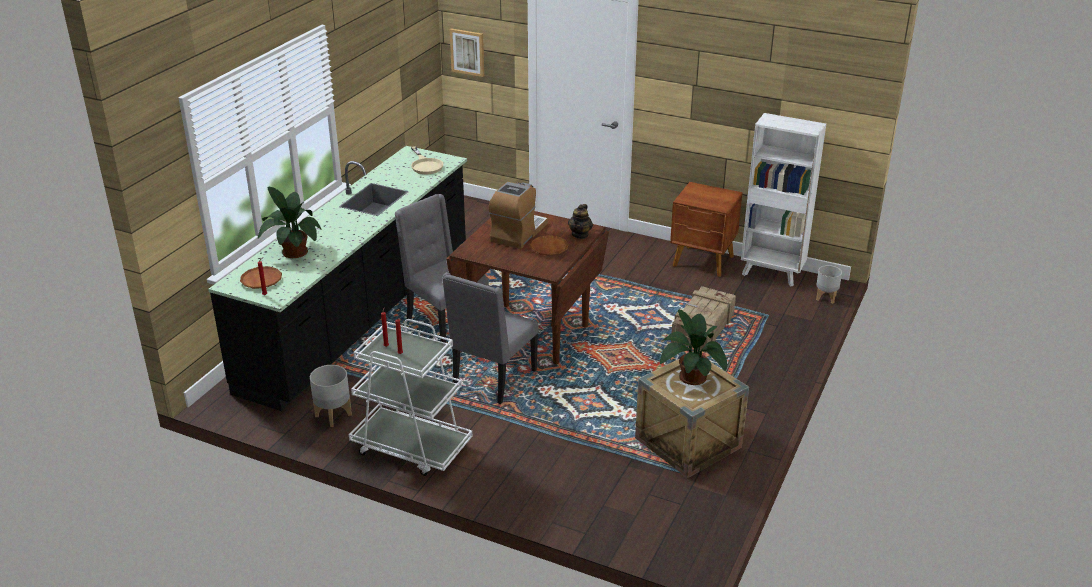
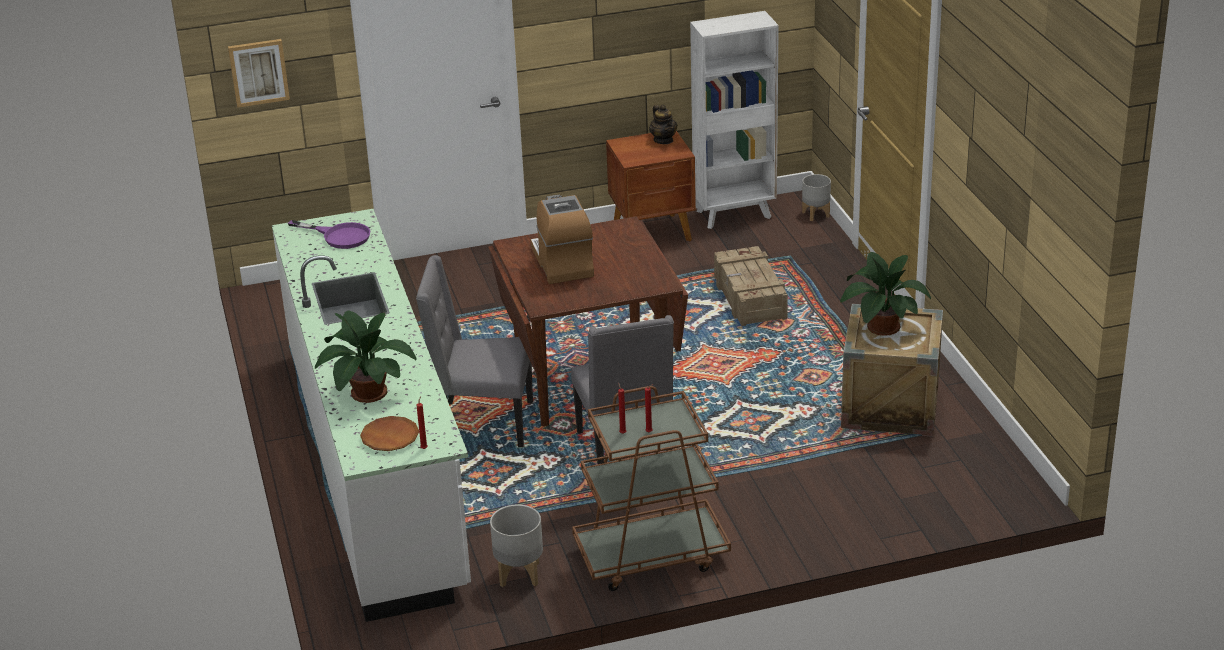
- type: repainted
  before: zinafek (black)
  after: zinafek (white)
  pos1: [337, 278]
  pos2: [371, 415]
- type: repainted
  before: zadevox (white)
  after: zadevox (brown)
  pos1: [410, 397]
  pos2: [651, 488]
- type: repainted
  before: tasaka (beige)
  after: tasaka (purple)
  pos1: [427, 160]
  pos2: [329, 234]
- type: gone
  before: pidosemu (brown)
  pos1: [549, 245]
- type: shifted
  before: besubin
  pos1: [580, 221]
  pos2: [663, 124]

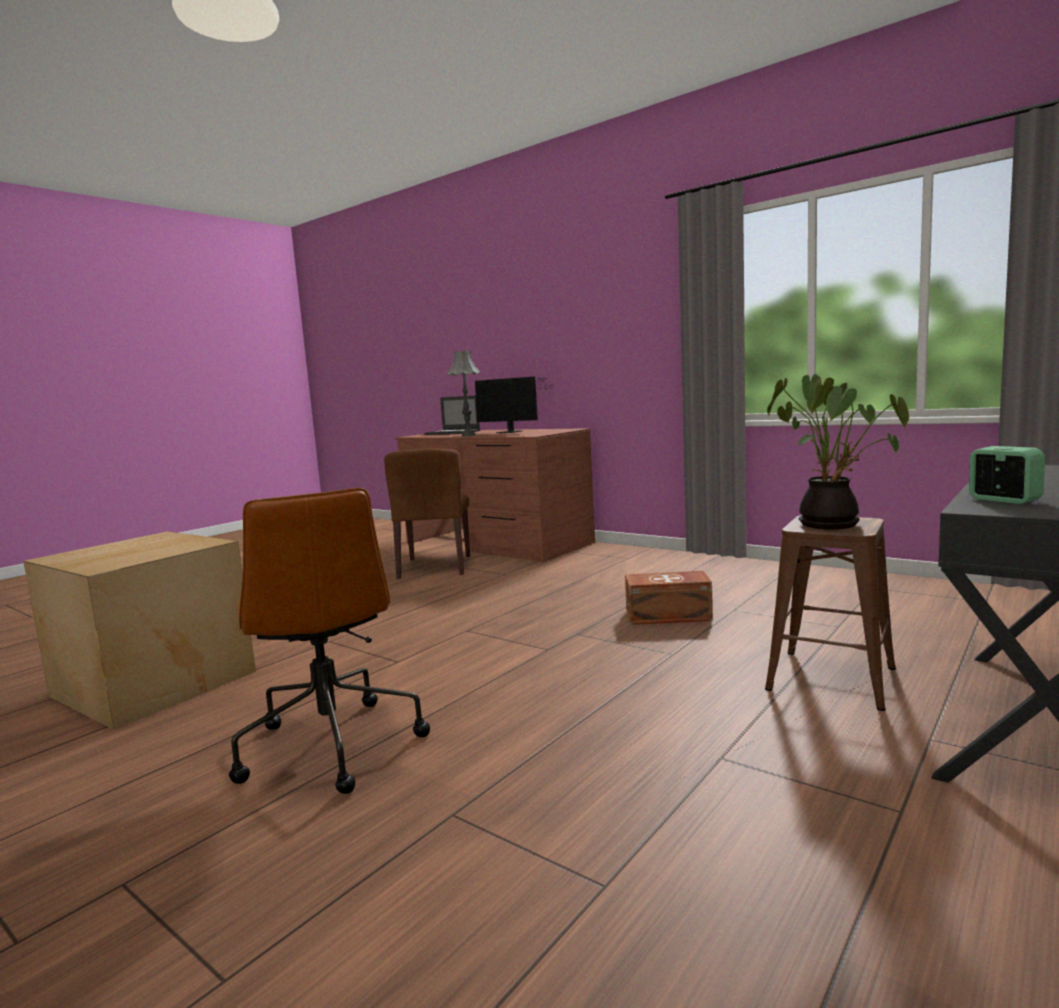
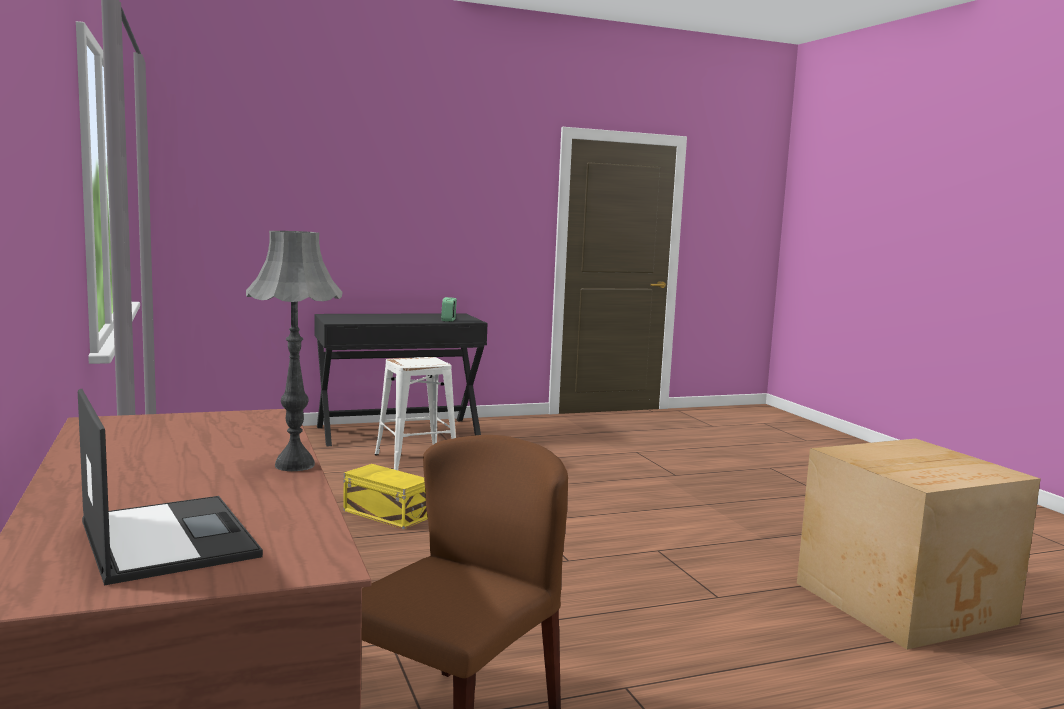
- type: gone
  before: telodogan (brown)
  pos1: [329, 641]
- type: gone
  before: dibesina
  pos1: [515, 404]
- type: repainted
  before: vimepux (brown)
  after: vimepux (yellow)
  pos1: [669, 598]
  pos2: [385, 496]
- type: repainted
  before: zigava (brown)
  after: zigava (white)
  pos1: [830, 613]
  pos2: [415, 413]
- type: gone
  before: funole
  pos1: [838, 452]

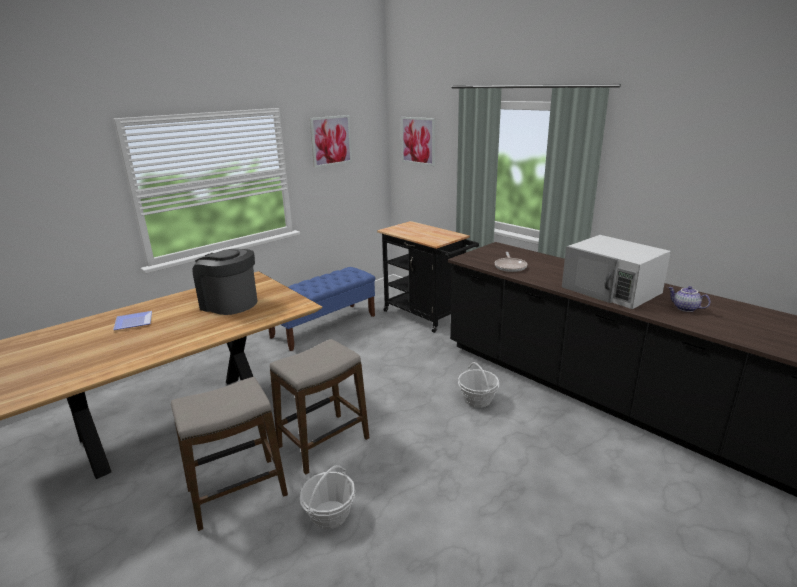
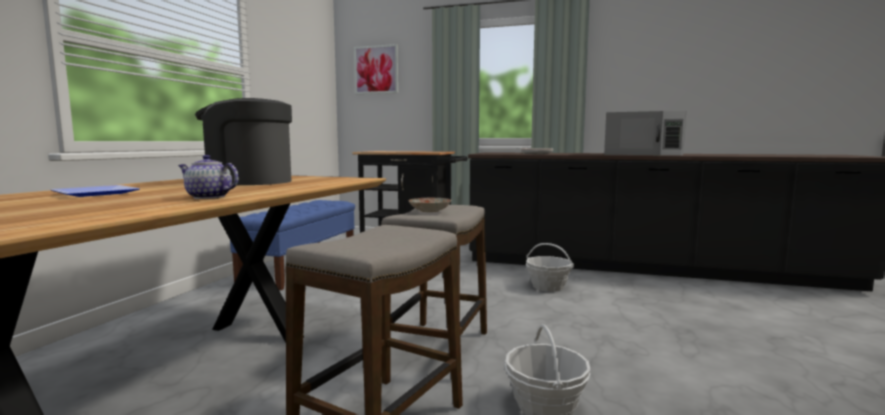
- type: gone
  before: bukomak
  pos1: [331, 141]
- type: shifted
  before: besubin
  pos1: [689, 299]
  pos2: [208, 177]
- type: new
  after: pidosemu
  pos2: [430, 205]

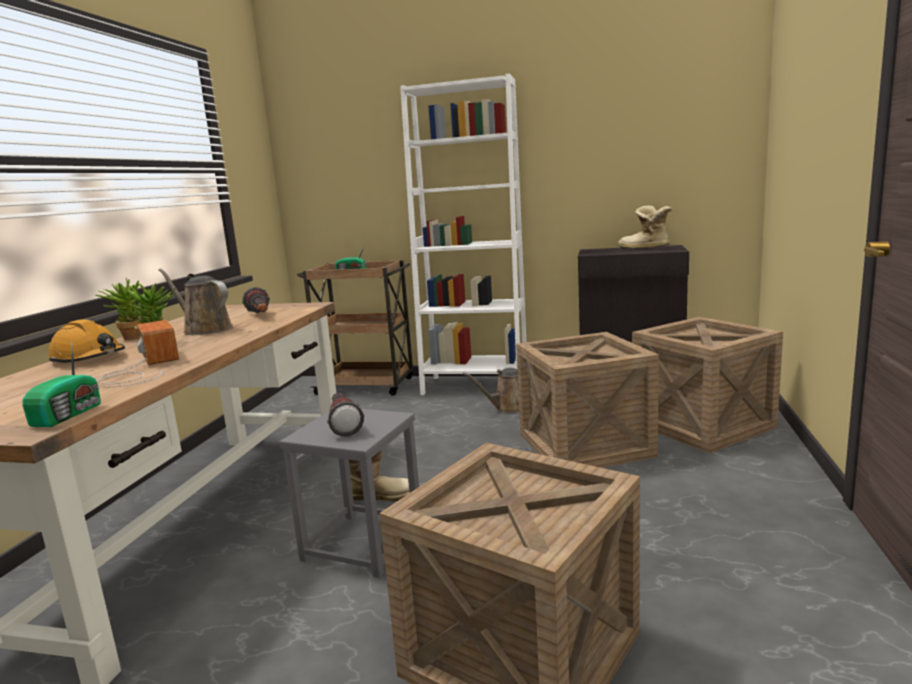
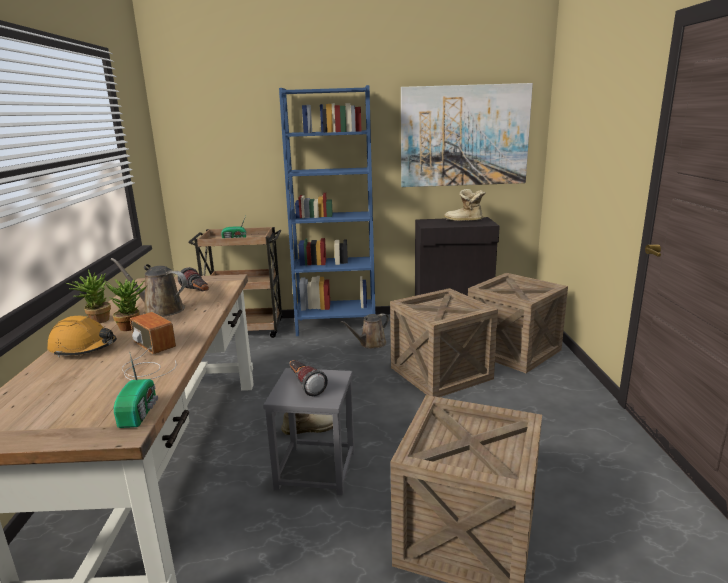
- type: repainted
  before: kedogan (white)
  after: kedogan (blue)
  pos1: [463, 234]
  pos2: [327, 210]
- type: new
  after: bukomak
  pos2: [467, 135]

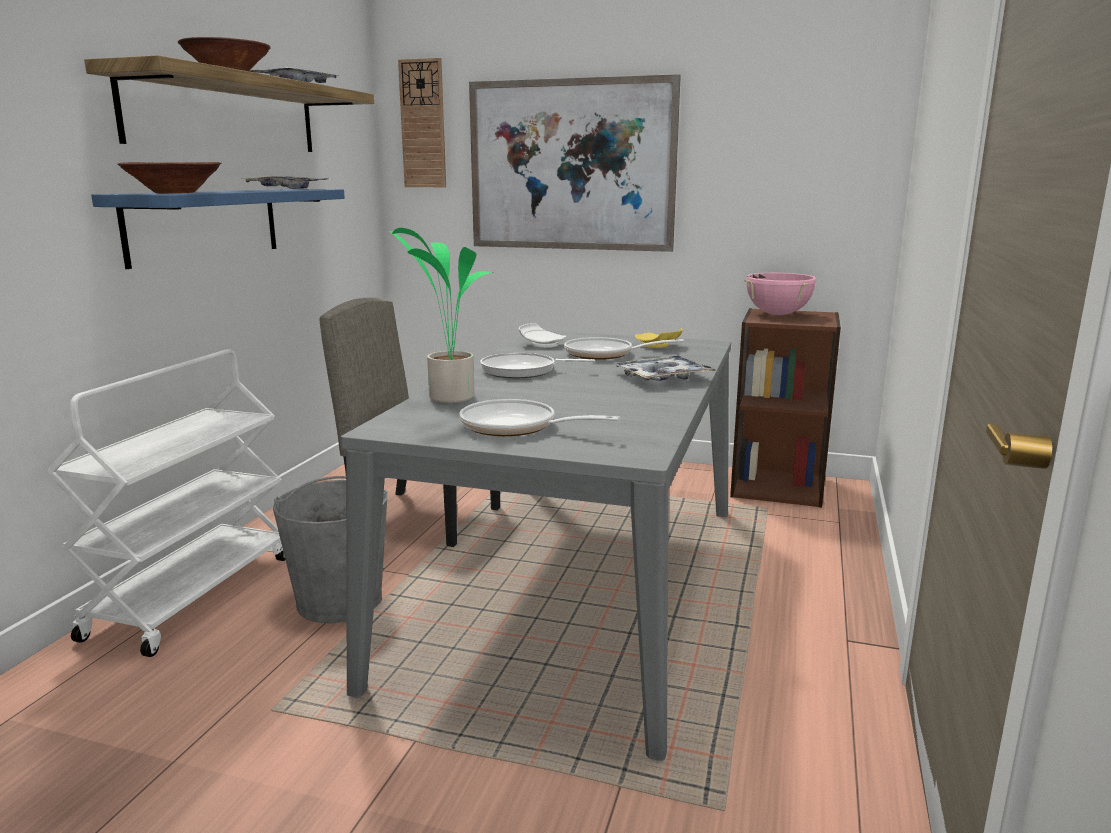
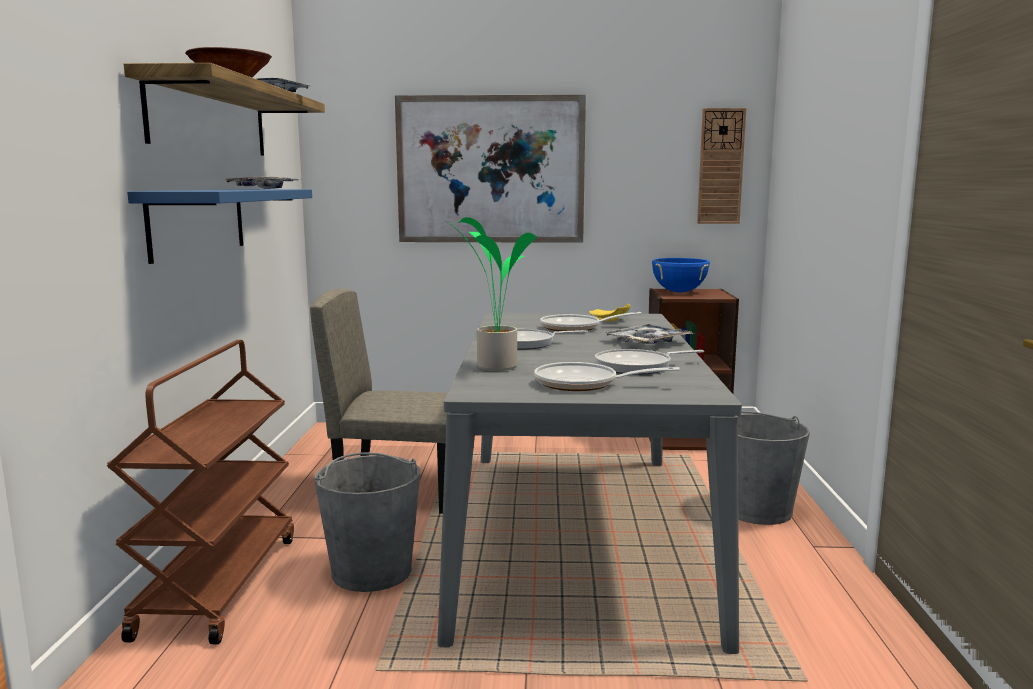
- type: repainted
  before: zadevox (white)
  after: zadevox (brown)
  pos1: [165, 503]
  pos2: [200, 492]
- type: gone
  before: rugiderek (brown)
  pos1: [169, 177]
- type: shifted
  before: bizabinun
  pos1: [422, 122]
  pos2: [721, 166]
- type: gone
  before: pidosemu (white)
  pos1: [542, 335]
- type: repainted
  before: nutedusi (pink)
  after: nutedusi (blue)
  pos1: [780, 294]
  pos2: [681, 275]
- type: new
  after: tasaka
  pos2: [649, 362]
- type: new
  after: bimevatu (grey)
  pos2: [774, 468]

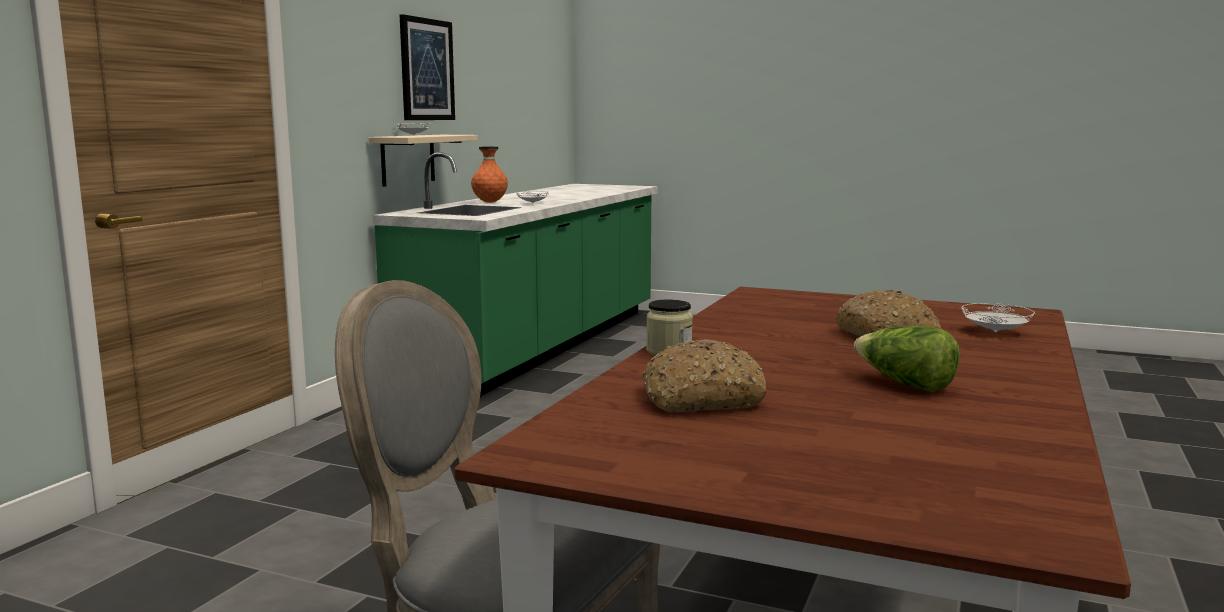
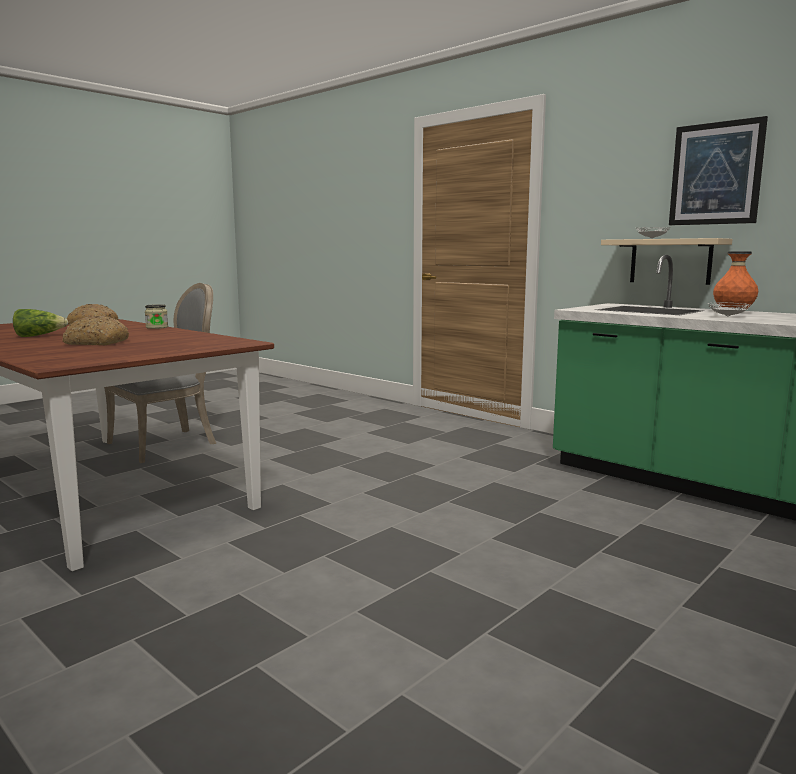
- type: gone
  before: pidosemu (white)
  pos1: [998, 317]

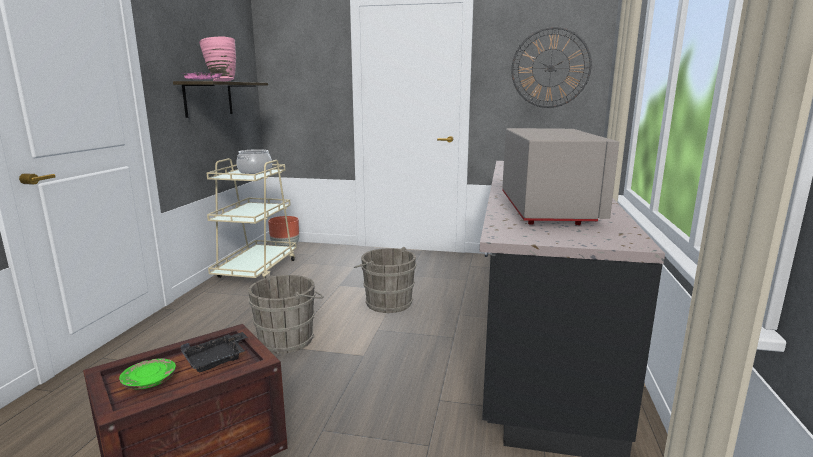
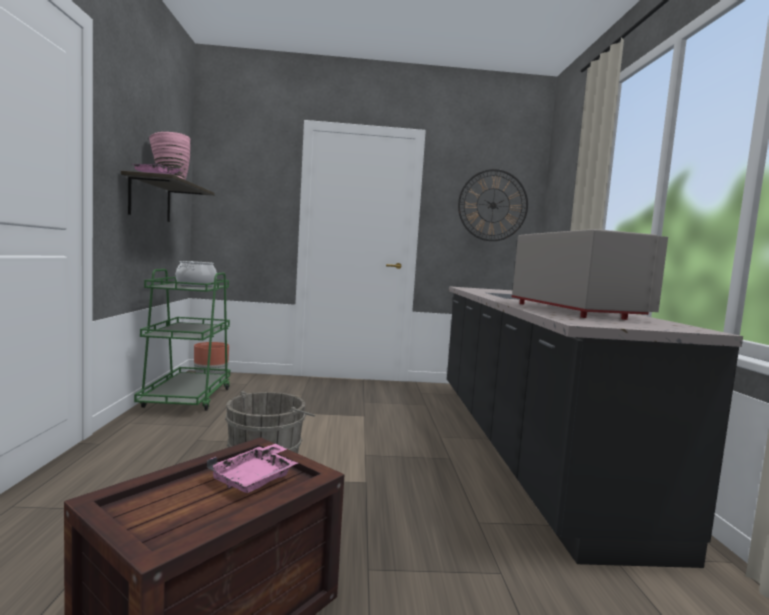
- type: gone
  before: pidosemu (green)
  pos1: [147, 373]
- type: repainted
  before: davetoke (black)
  after: davetoke (pink)
  pos1: [214, 352]
  pos2: [252, 468]
- type: repainted
  before: zadevox (beige)
  after: zadevox (green)
  pos1: [252, 218]
  pos2: [182, 340]
- type: gone
  before: bimevatu (grey)
  pos1: [385, 280]

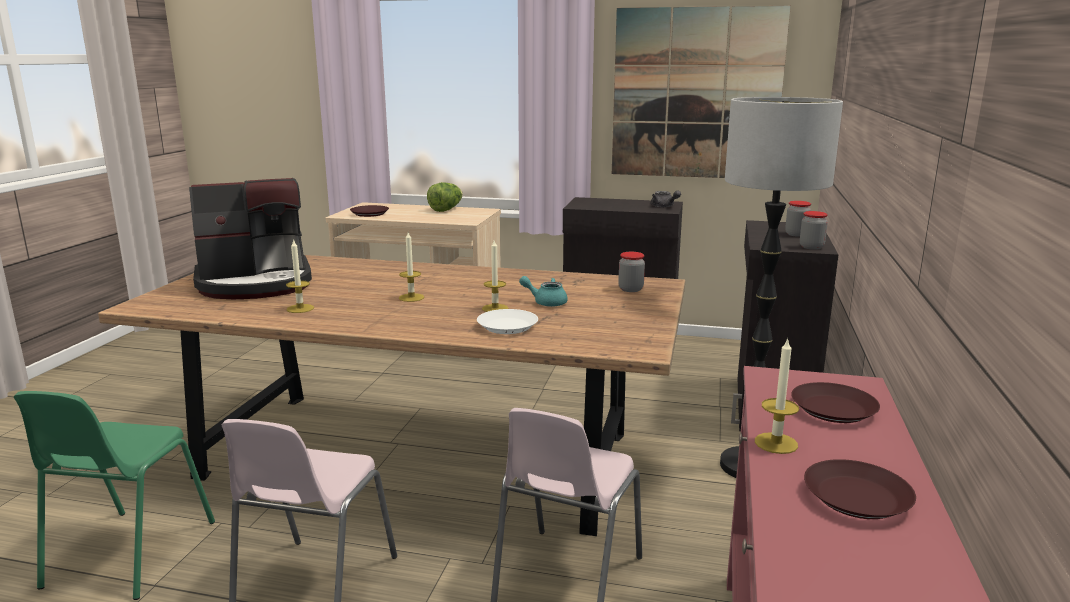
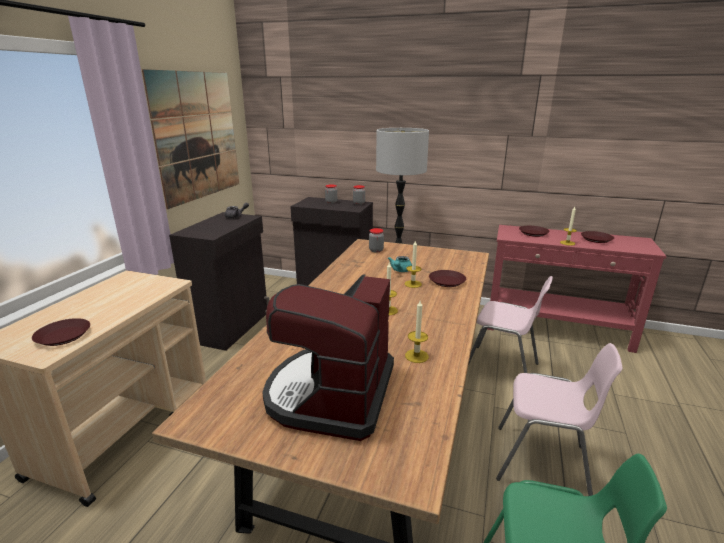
- type: rotated
  before: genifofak
  pos1: [250, 238]
  pos2: [328, 357]
  turn: -150
- type: gone
  before: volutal
  pos1: [445, 197]
- type: repainted
  before: pidosemu (white)
  after: pidosemu (brown)
  pos1: [507, 321]
  pos2: [447, 278]

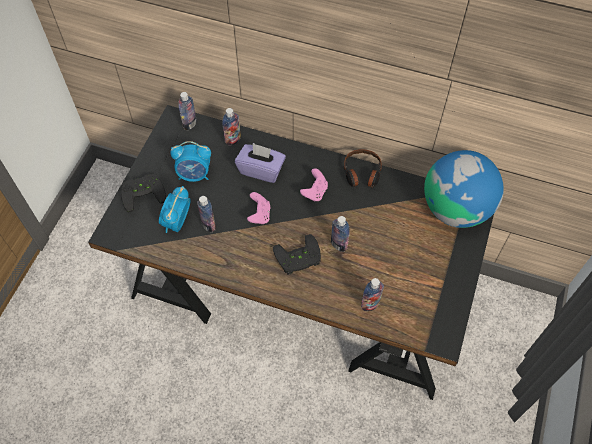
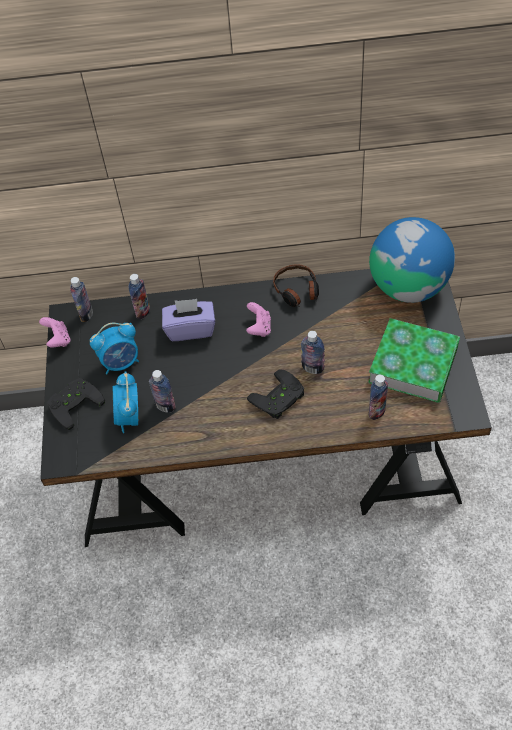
- type: shifted
  before: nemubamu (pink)
  pos1: [259, 208]
  pos2: [55, 332]
- type: new
  after: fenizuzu
  pos2: [414, 360]

